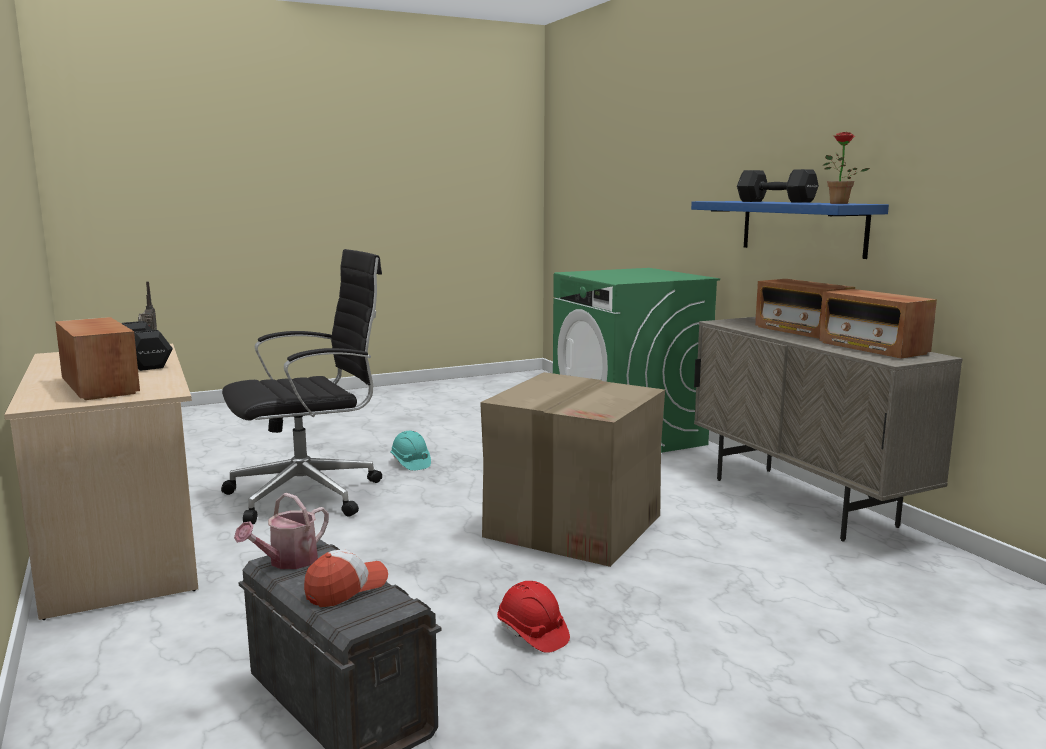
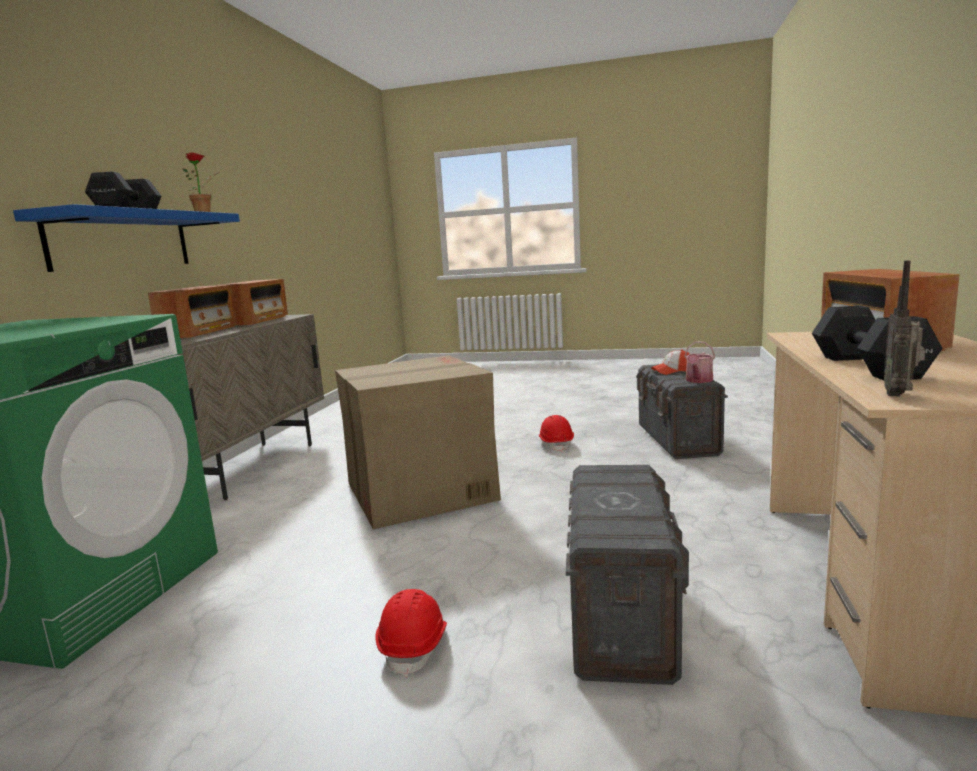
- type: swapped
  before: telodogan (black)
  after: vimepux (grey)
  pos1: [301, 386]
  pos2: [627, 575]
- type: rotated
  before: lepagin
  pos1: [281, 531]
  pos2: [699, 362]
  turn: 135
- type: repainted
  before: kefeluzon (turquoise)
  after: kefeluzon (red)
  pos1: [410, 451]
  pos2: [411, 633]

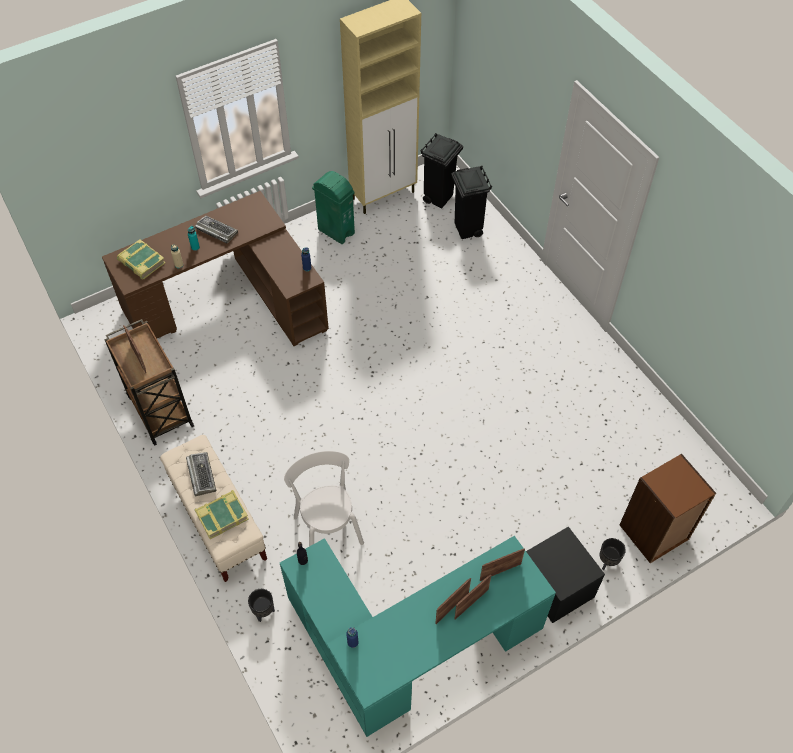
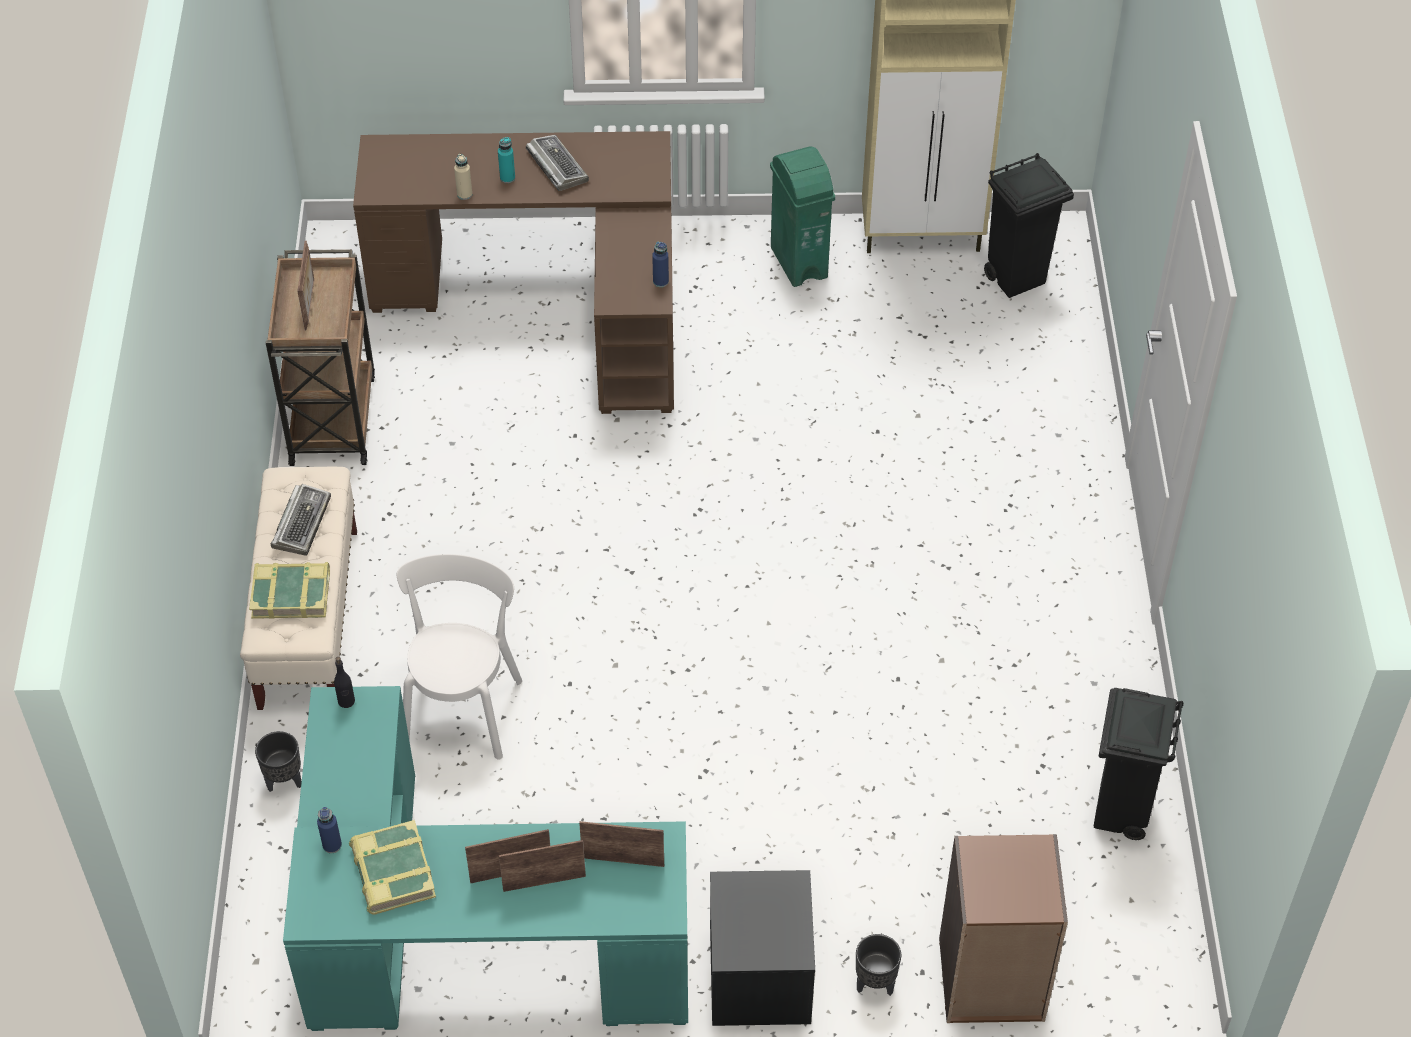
- type: shifted
  before: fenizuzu
  pos1: [141, 259]
  pos2: [392, 867]
- type: shifted
  before: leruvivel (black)
  pos1: [471, 202]
  pos2: [1139, 764]

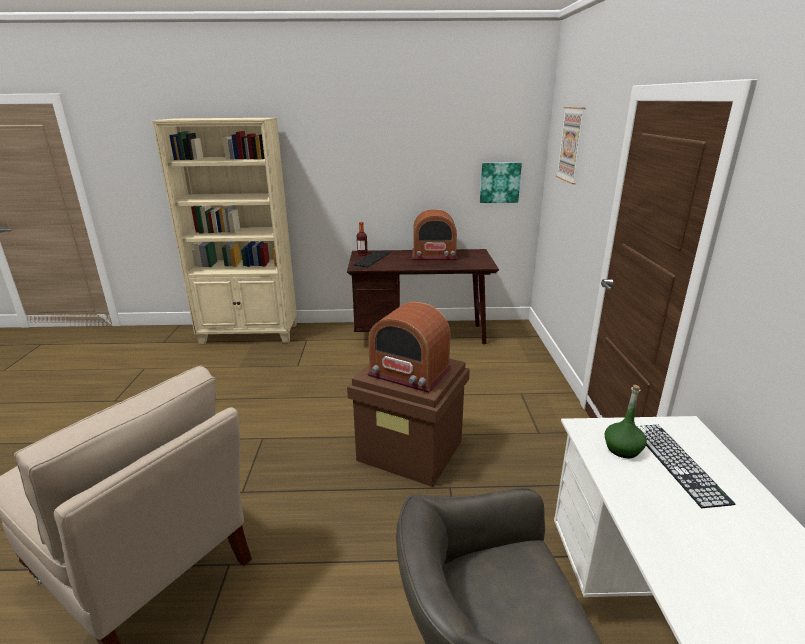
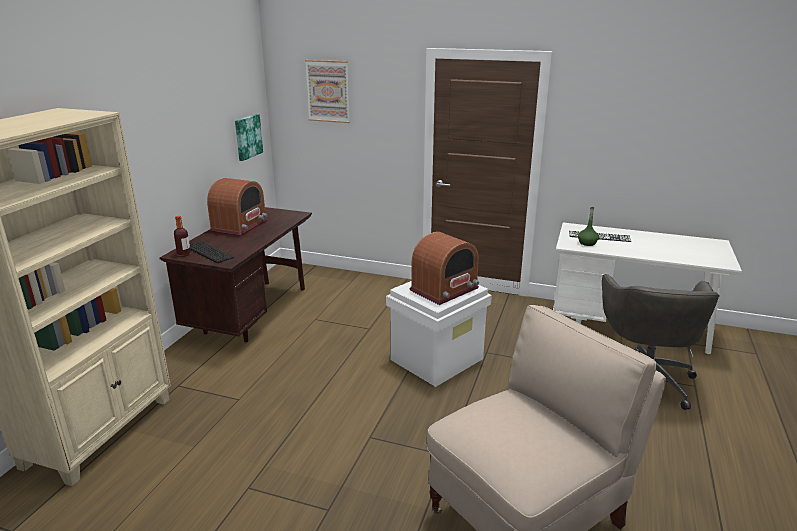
- type: repainted
  before: vimepux (brown)
  after: vimepux (white)
  pos1: [408, 423]
  pos2: [439, 334]

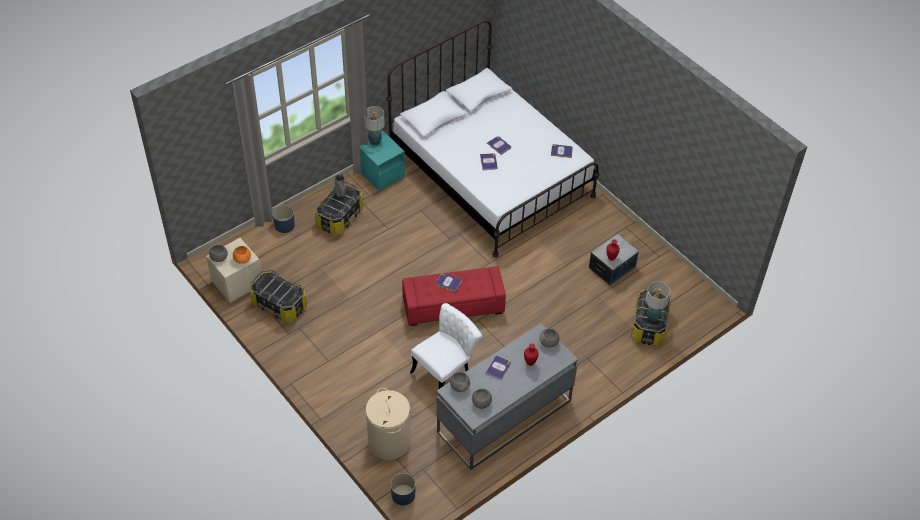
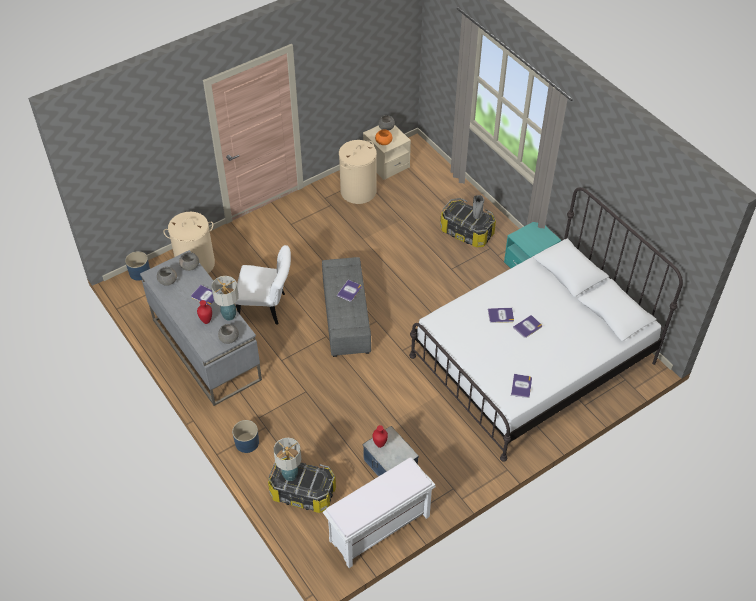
- type: swapped
  before: vimepux
  after: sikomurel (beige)
  pos1: [278, 296]
  pos2: [358, 172]
- type: shifted
  before: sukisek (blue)
  pos1: [283, 219]
  pos2: [245, 436]
- type: shifted
  before: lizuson
  pos1: [374, 125]
  pos2: [225, 298]
- type: repainted
  before: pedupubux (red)
  after: pedupubux (grey)
  pos1: [454, 296]
  pos2: [346, 307]
- type: rotated
  before: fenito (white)
  pos1: [446, 346]
  pos2: [262, 285]
  turn: -45
- type: new
  after: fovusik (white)
  pos2: [379, 513]

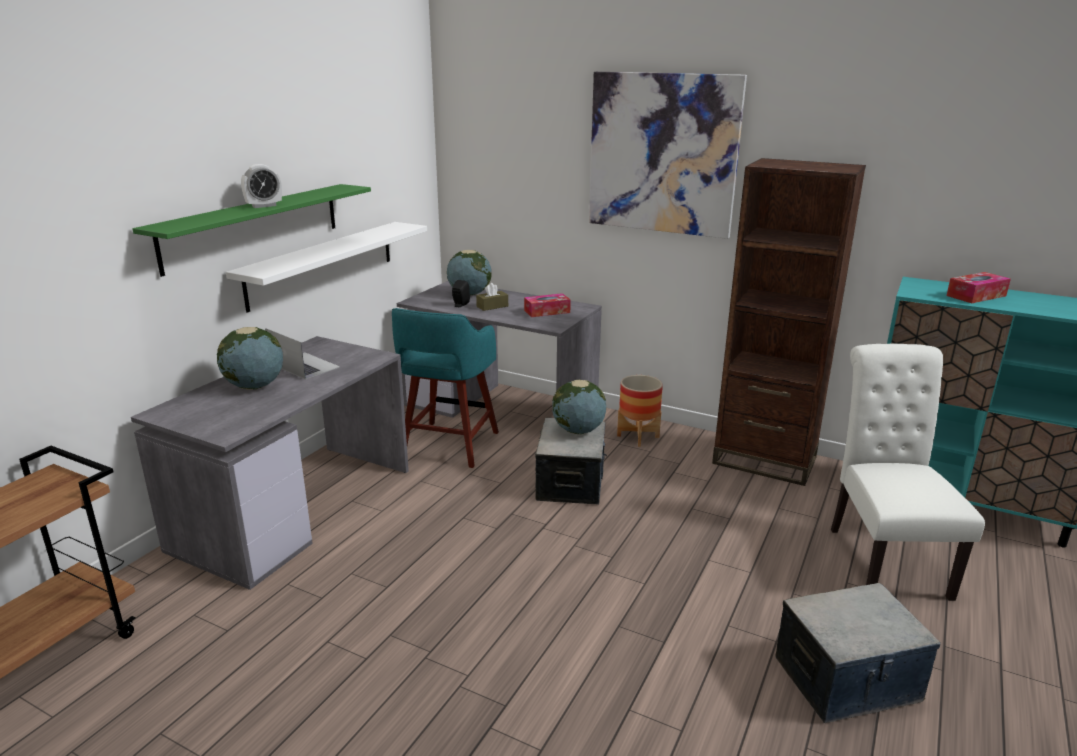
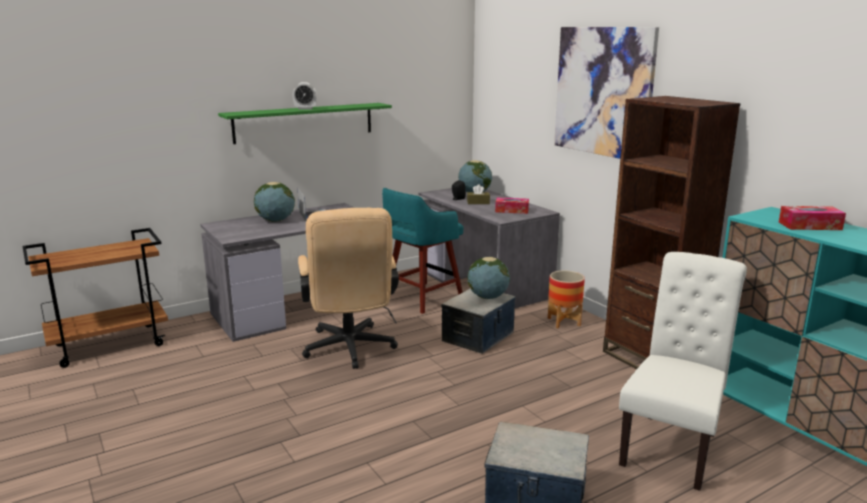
- type: gone
  before: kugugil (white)
  pos1: [326, 267]
- type: new
  after: telodogan (beige)
  pos2: [348, 288]

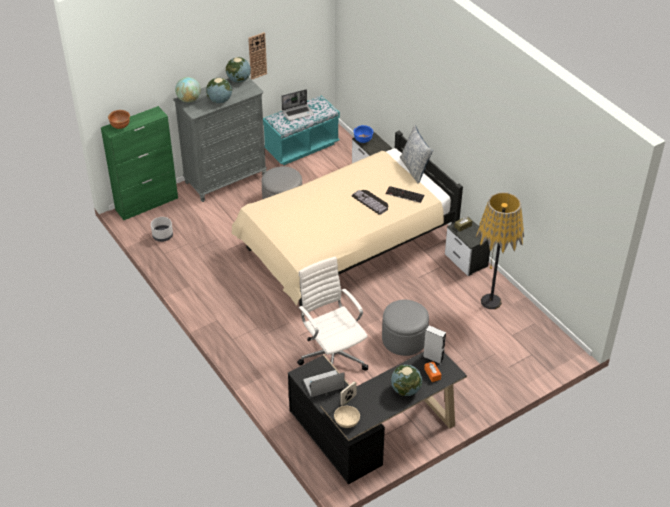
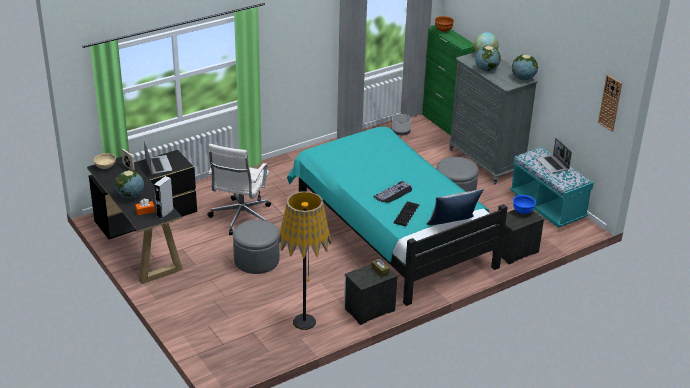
- type: repainted
  before: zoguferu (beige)
  after: zoguferu (turquoise)
  pos1: [347, 219]
  pos2: [397, 216]
- type: shifted
  before: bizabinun
  pos1: [257, 56]
  pos2: [610, 103]
- type: rotated
  before: telodogan (white)
  pos1: [332, 314]
  pos2: [239, 189]
  turn: 135

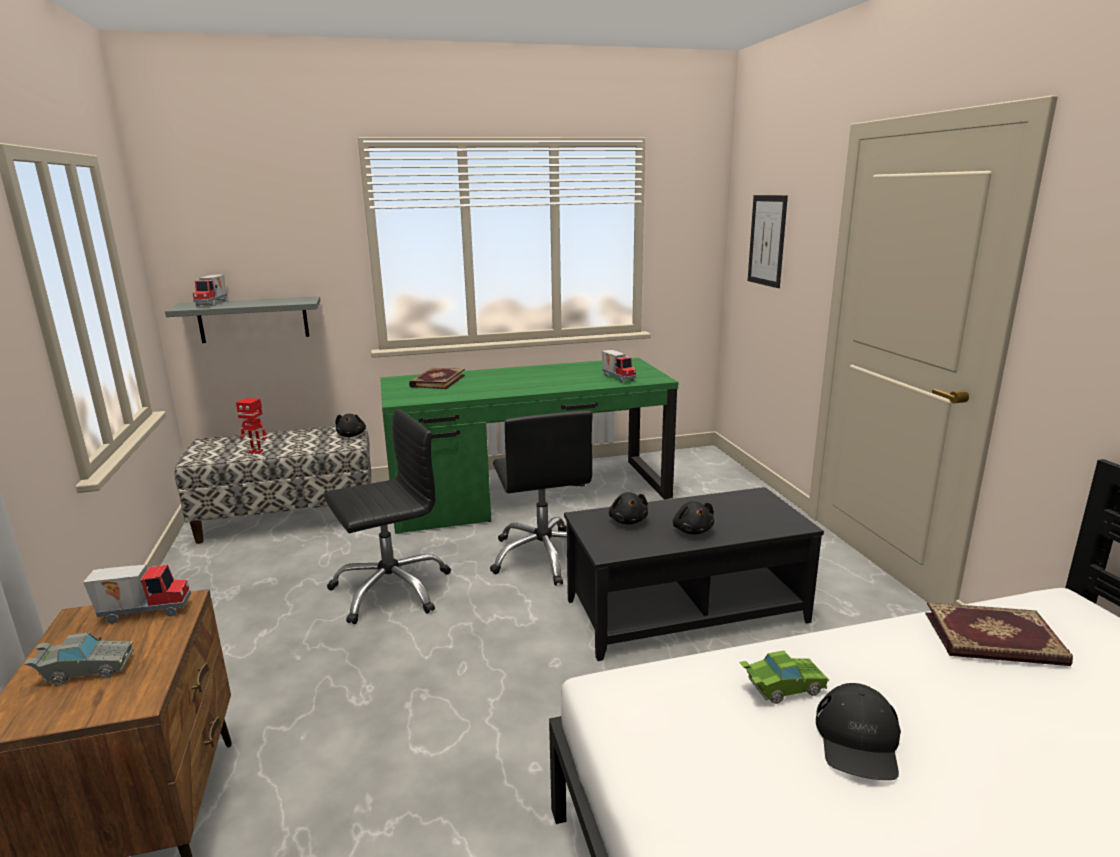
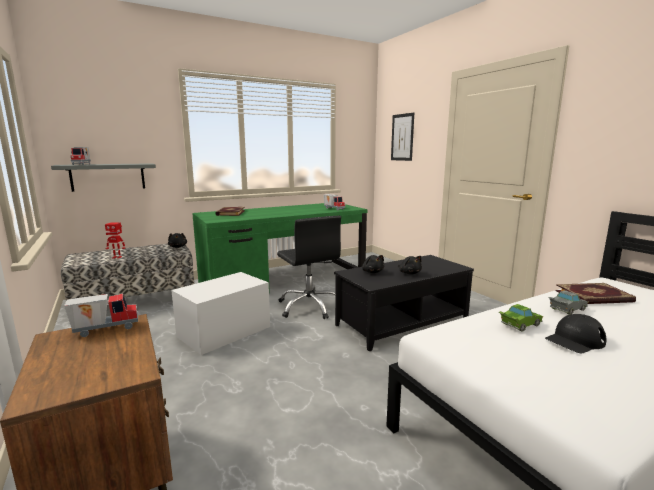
- type: shifted
  before: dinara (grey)
  pos1: [78, 659]
  pos2: [568, 303]
- type: swapped
  before: telodogan (black)
  after: vimepux (white)
  pos1: [387, 516]
  pos2: [220, 313]
- type: rotated
  before: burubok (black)
  pos1: [858, 731]
  pos2: [576, 333]
  turn: 60

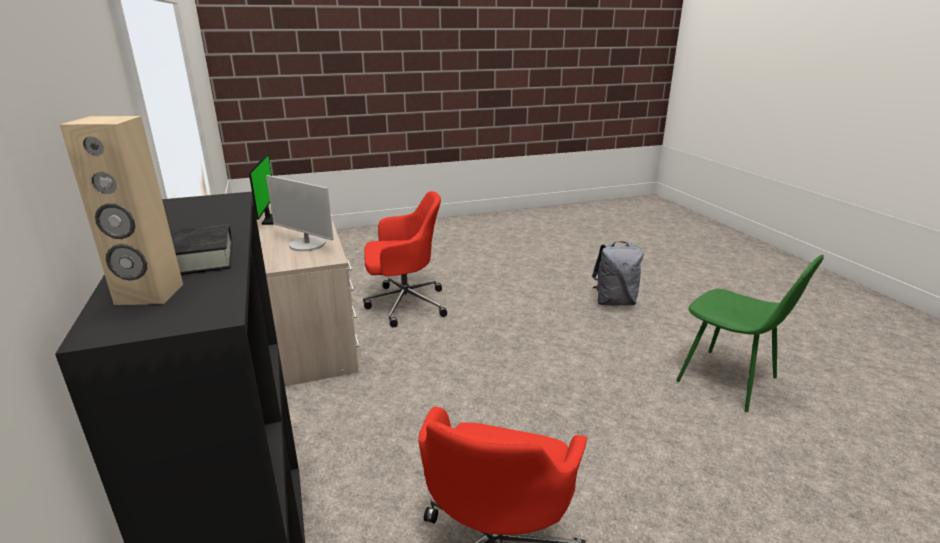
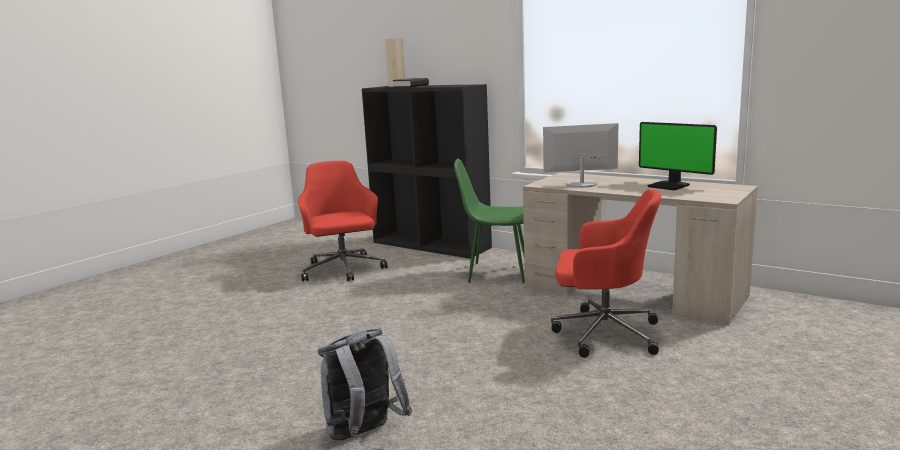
- type: rotated
  before: telodogan (red)
  pos1: [405, 259]
  pos2: [606, 273]
  turn: -120
- type: shifted
  before: fenito (green)
  pos1: [750, 333]
  pos2: [489, 220]

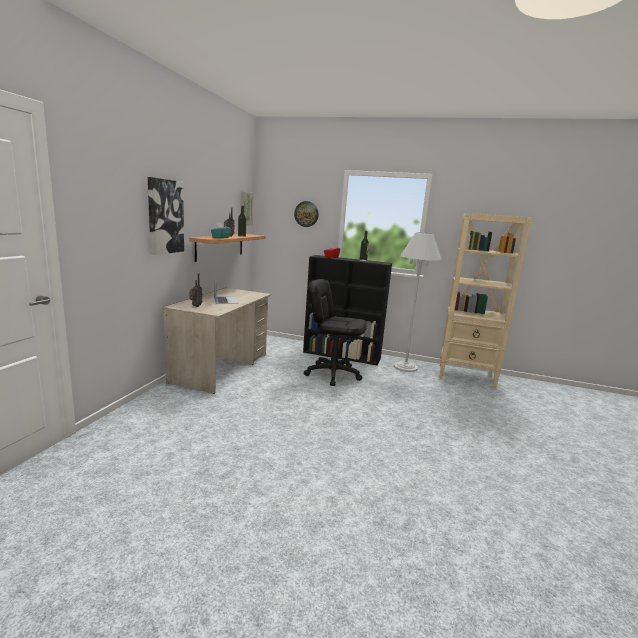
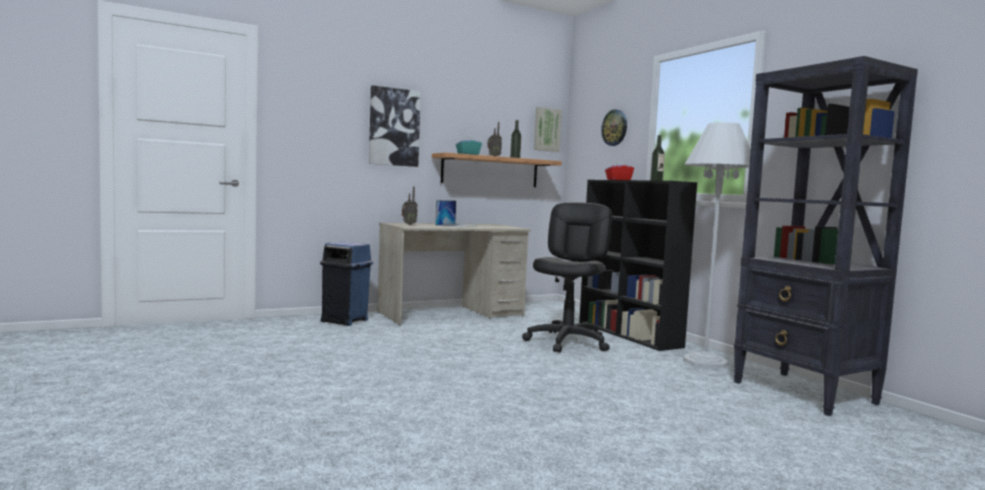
- type: rotated
  before: telodogan (black)
  pos1: [335, 332]
  pos2: [567, 277]
  turn: 45
- type: repainted
  before: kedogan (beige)
  after: kedogan (black)
  pos1: [486, 301]
  pos2: [825, 236]
- type: new
  after: leruvivel (blue)
  pos2: [346, 284]

